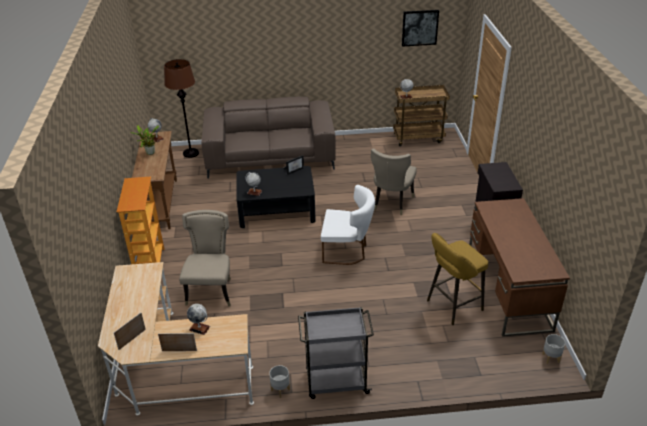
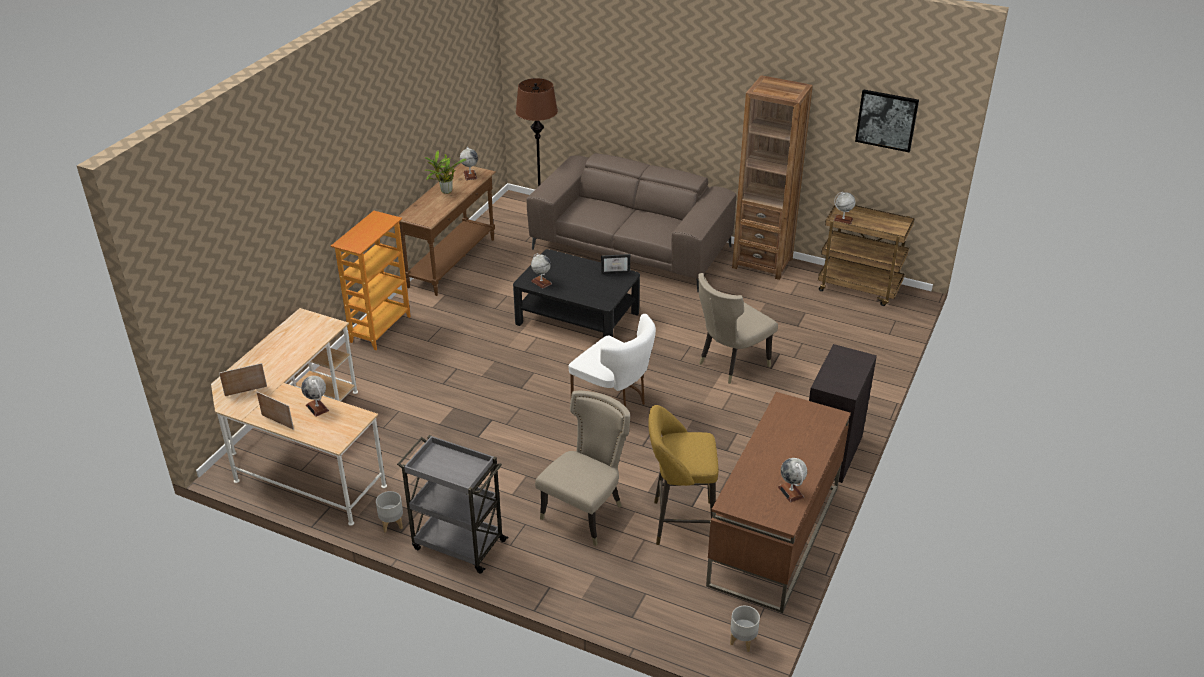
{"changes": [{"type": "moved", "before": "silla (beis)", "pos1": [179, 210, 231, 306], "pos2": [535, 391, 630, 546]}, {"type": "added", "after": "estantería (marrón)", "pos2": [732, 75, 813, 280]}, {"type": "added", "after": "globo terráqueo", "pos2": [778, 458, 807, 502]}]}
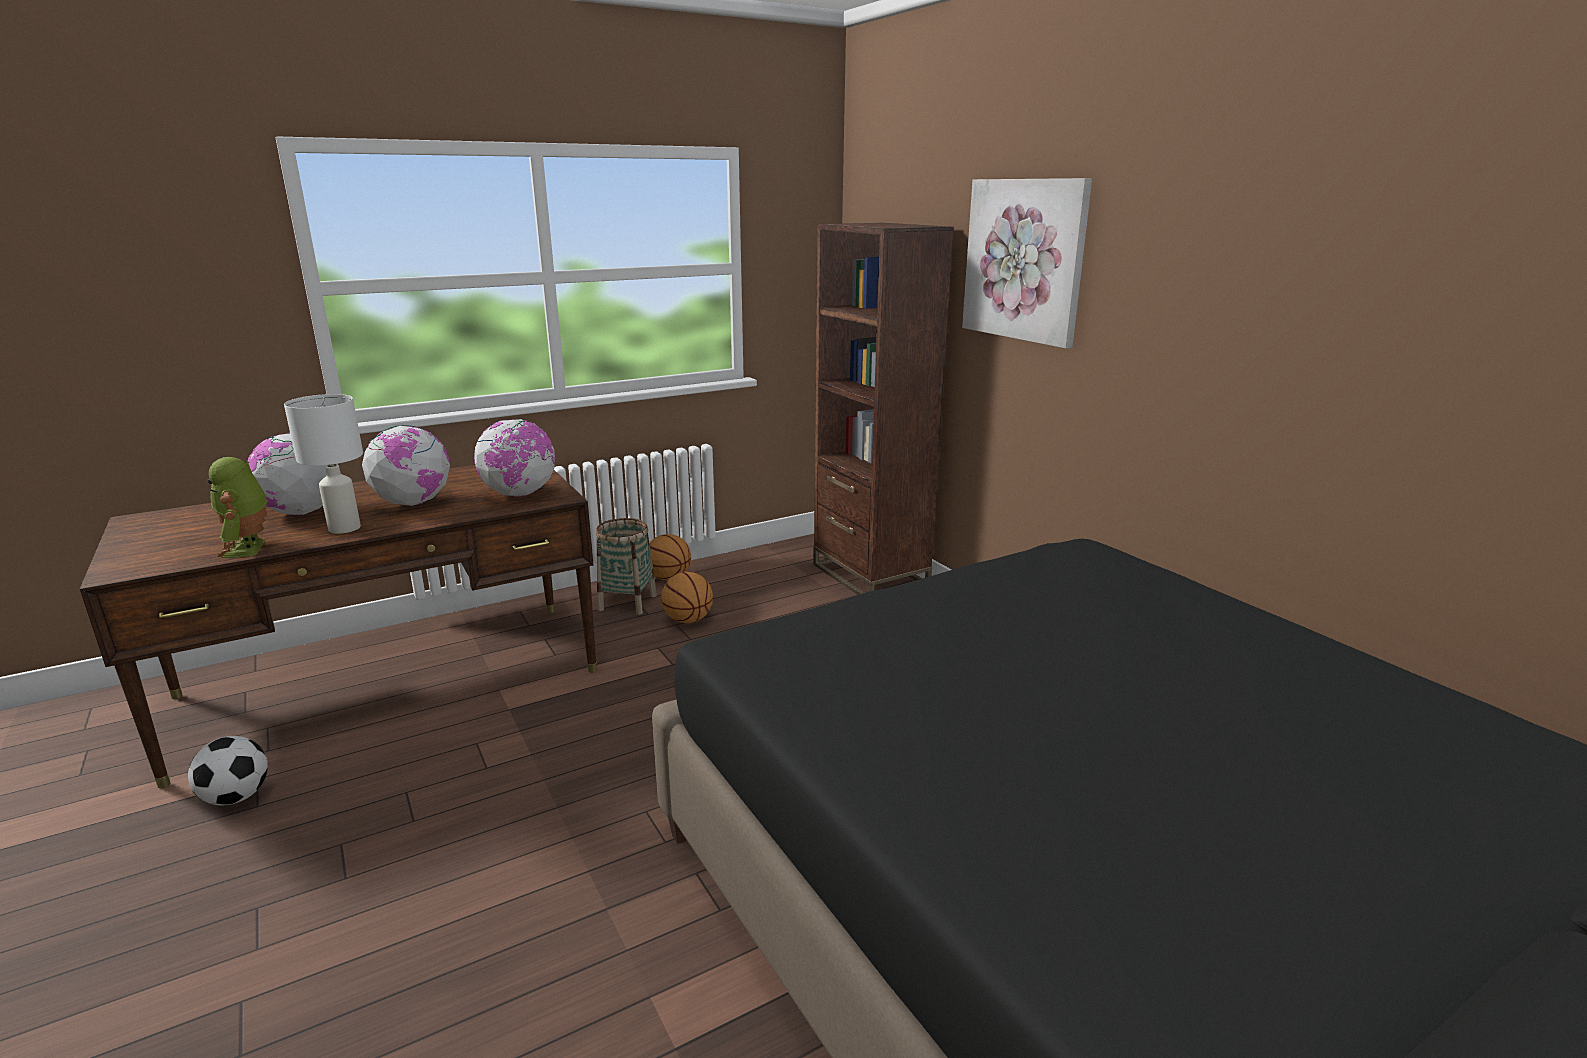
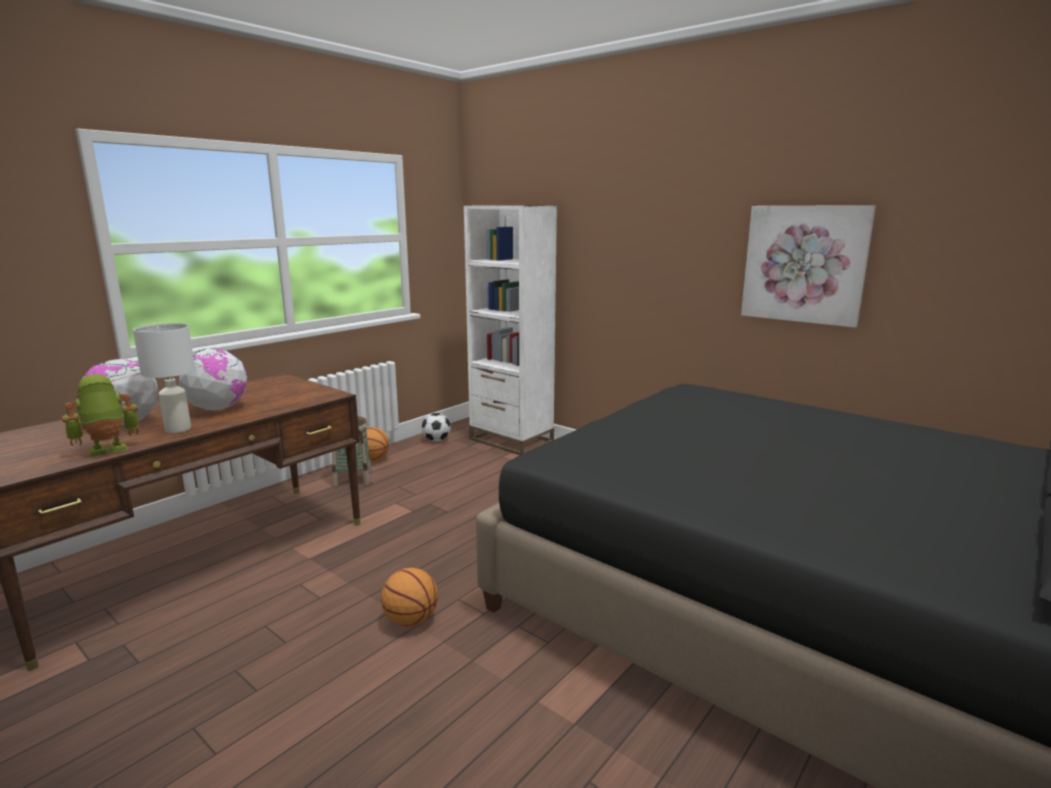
{"changes": [{"type": "turned", "before": "robot de juguete", "pos1": [207, 457, 268, 558], "pos2": [62, 374, 139, 457], "turn": 90}, {"type": "moved", "before": "balón de baloncesto", "pos1": [661, 572, 713, 623], "pos2": [381, 568, 438, 627]}, {"type": "moved", "before": "balón de fútbol", "pos1": [188, 736, 268, 805], "pos2": [422, 413, 451, 442]}, {"type": "recoloured", "before": "estantería (marrón)", "after": "estantería (blanco)", "pos1": [813, 223, 954, 595], "pos2": [464, 205, 557, 455]}, {"type": "moved", "before": "cuadro", "pos1": [962, 178, 1092, 348], "pos2": [741, 205, 876, 328]}, {"type": "removed", "before": "globo terráqueo", "pos1": [474, 419, 556, 497]}]}
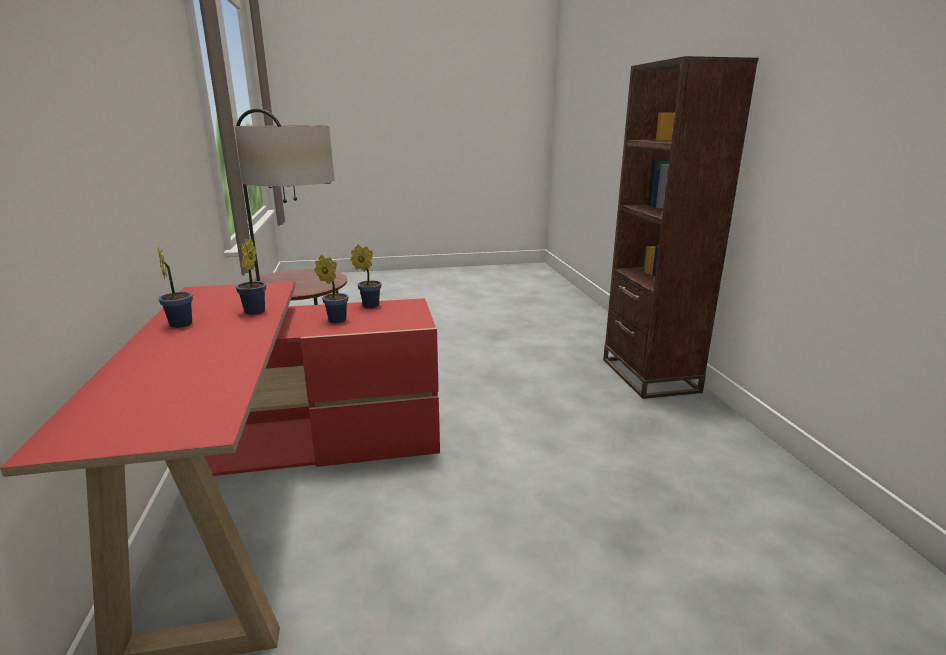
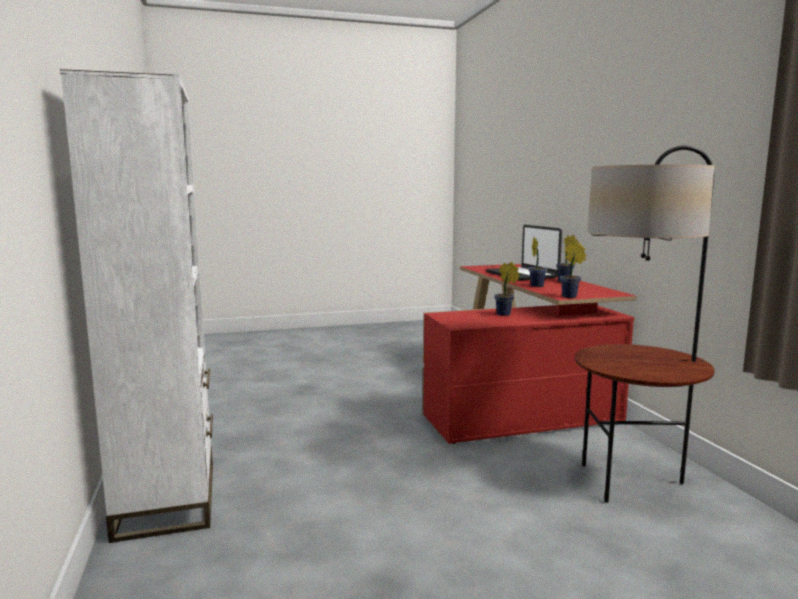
{"changes": [{"type": "recoloured", "before": "estantería (marrón)", "after": "estantería (blanco)", "pos1": [603, 56, 759, 399], "pos2": [60, 69, 213, 543]}, {"type": "added", "after": "portátil", "pos2": [486, 225, 562, 280]}, {"type": "moved", "before": "planta en maceta", "pos1": [350, 245, 381, 308], "pos2": [560, 242, 586, 298]}]}
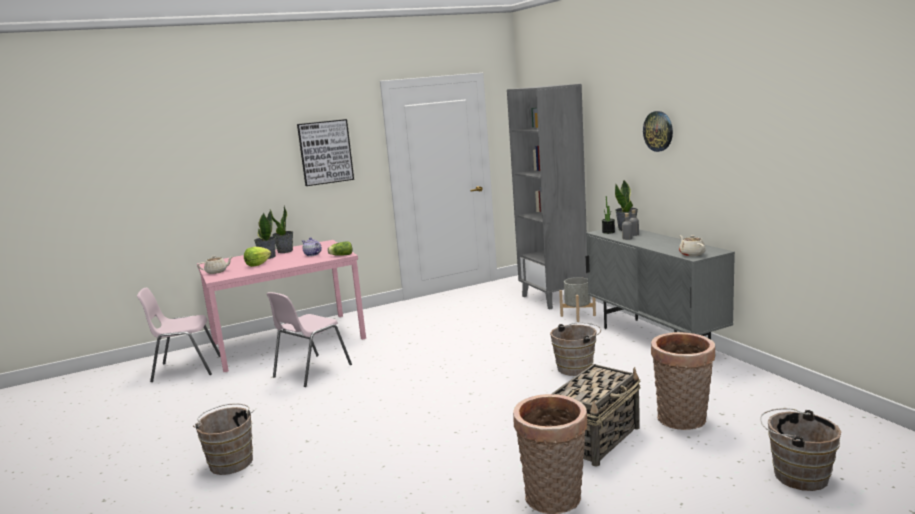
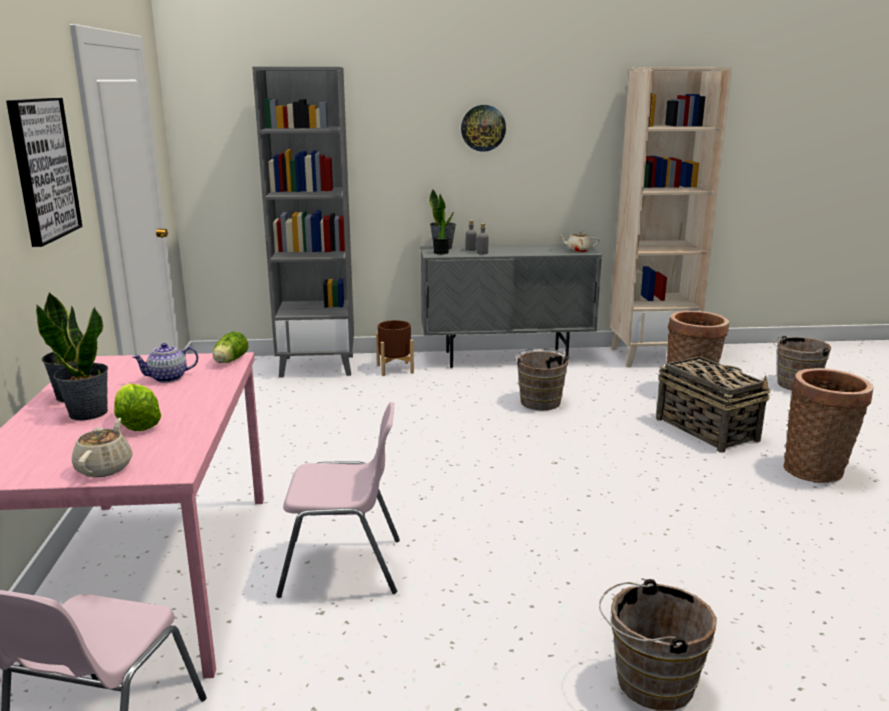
{"changes": [{"type": "turned", "before": "silla (rosa)", "pos1": [267, 292, 352, 387], "pos2": [276, 402, 400, 598], "turn": -60}, {"type": "recoloured", "before": "maceta (gris)", "after": "maceta (marrón)", "pos1": [559, 277, 596, 322], "pos2": [376, 320, 414, 376]}, {"type": "added", "after": "estantería (beis)", "pos2": [610, 67, 732, 367]}]}
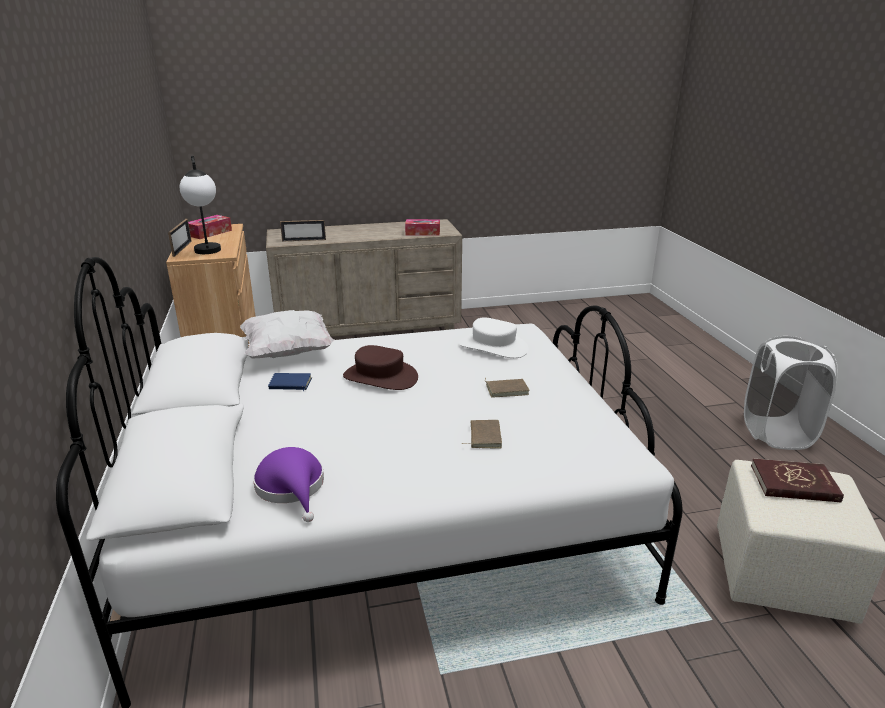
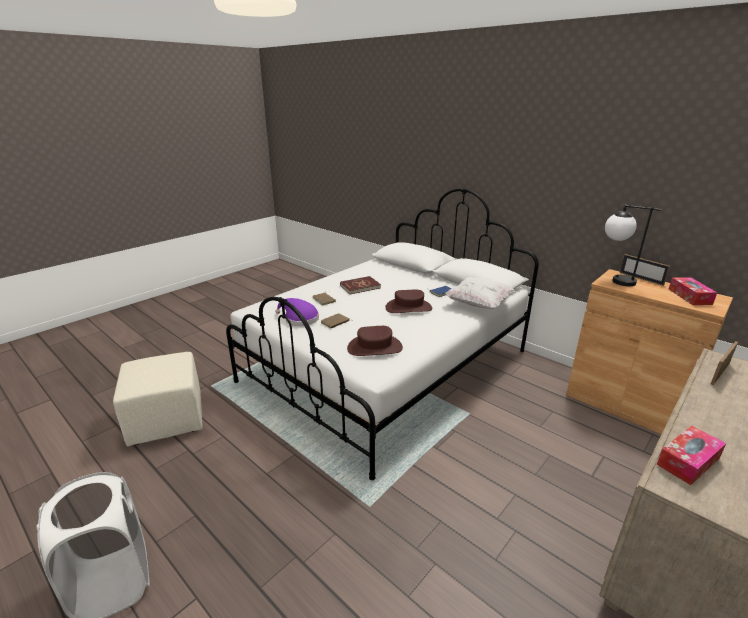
{"changes": [{"type": "moved", "before": "sombrero (morado)", "pos1": [253, 447, 324, 522], "pos2": [275, 298, 319, 326]}, {"type": "moved", "before": "libro (rojo)", "pos1": [751, 459, 844, 502], "pos2": [340, 276, 381, 294]}, {"type": "recoloured", "before": "sombrero (blanco)", "after": "sombrero (marrón)", "pos1": [459, 318, 528, 358], "pos2": [347, 326, 403, 356]}]}
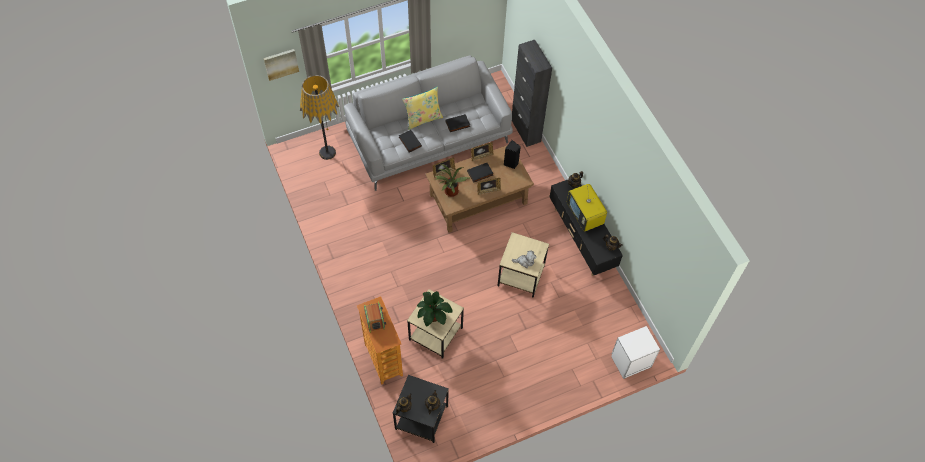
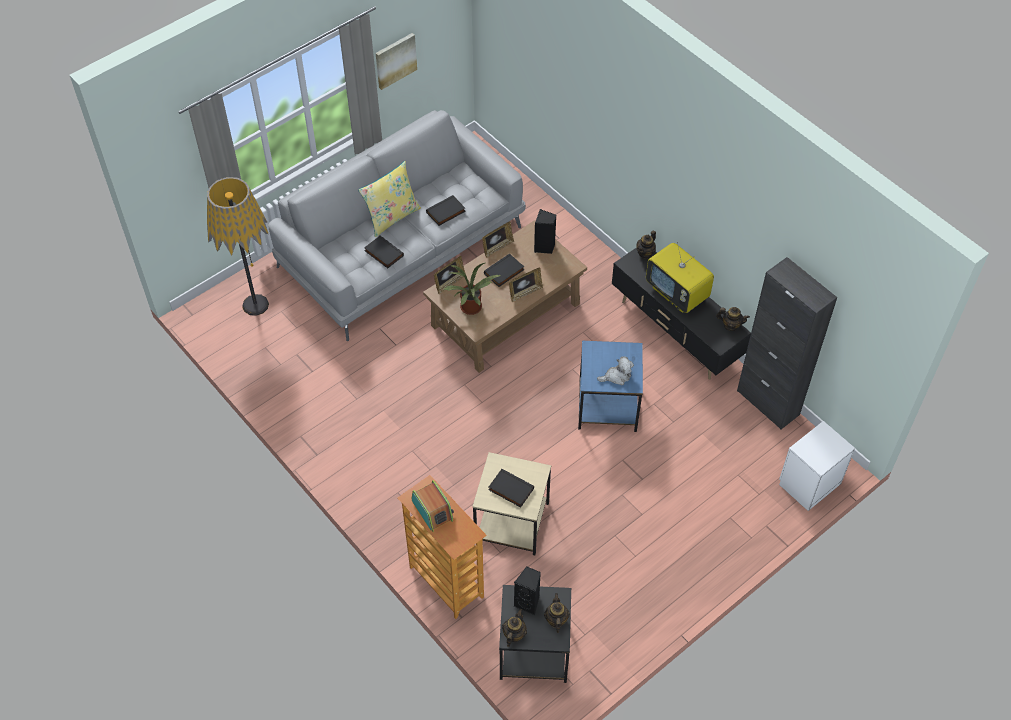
{"changes": [{"type": "moved", "before": "cuadro", "pos1": [264, 49, 299, 81], "pos2": [376, 33, 417, 90]}, {"type": "replaced", "before": "planta en maceta", "after": "libro (negro)", "pos1": [417, 291, 453, 326], "pos2": [488, 469, 534, 507]}, {"type": "added", "after": "altavoz (negro)", "pos2": [514, 566, 541, 615]}, {"type": "recoloured", "before": "mesa auxiliar (beis)", "after": "mesa auxiliar (azul)", "pos1": [498, 232, 549, 298], "pos2": [578, 341, 643, 432]}, {"type": "moved", "before": "armario (negro)", "pos1": [512, 40, 552, 147], "pos2": [737, 257, 837, 430]}]}
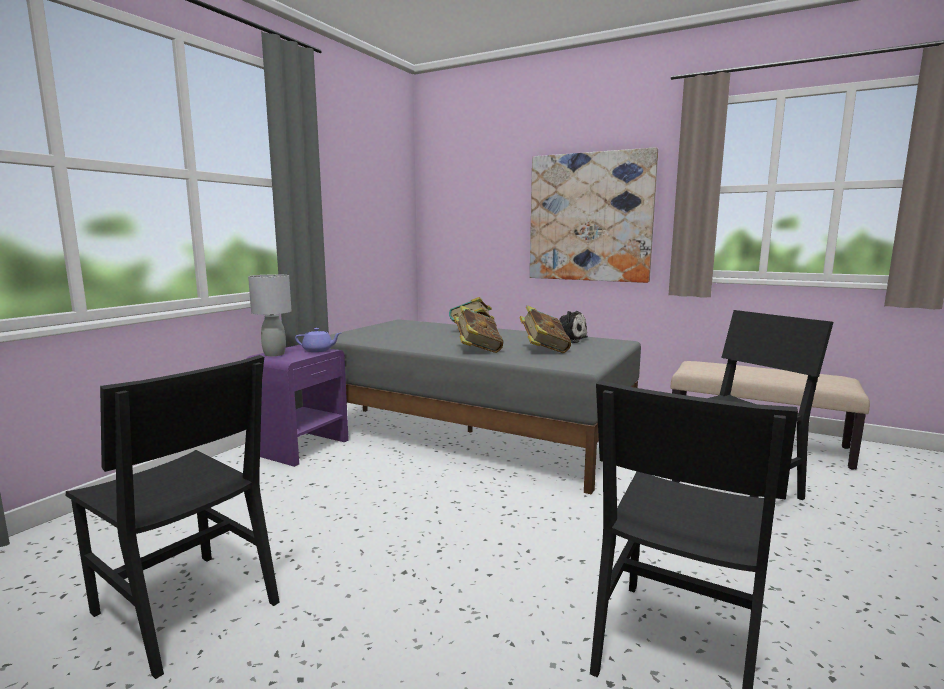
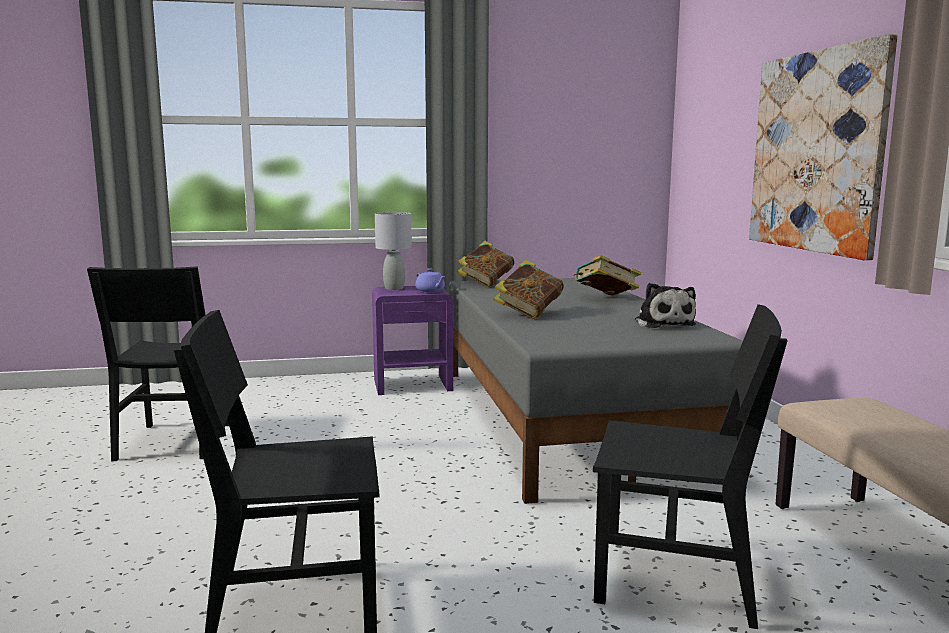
{"changes": [{"type": "moved", "before": "libro", "pos1": [519, 305, 571, 353], "pos2": [457, 241, 515, 287]}]}
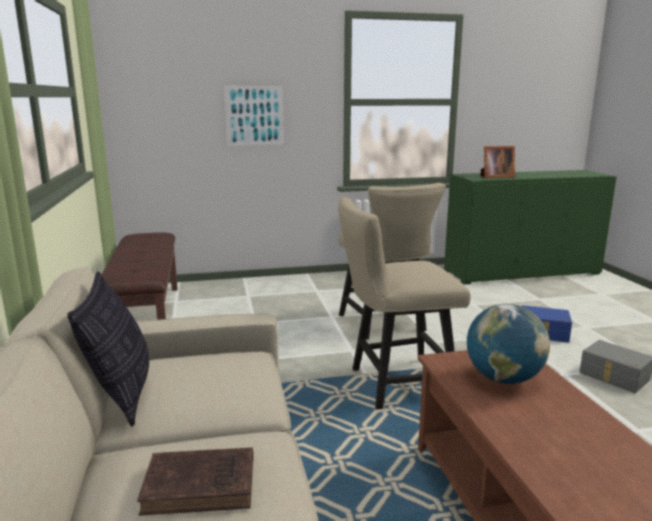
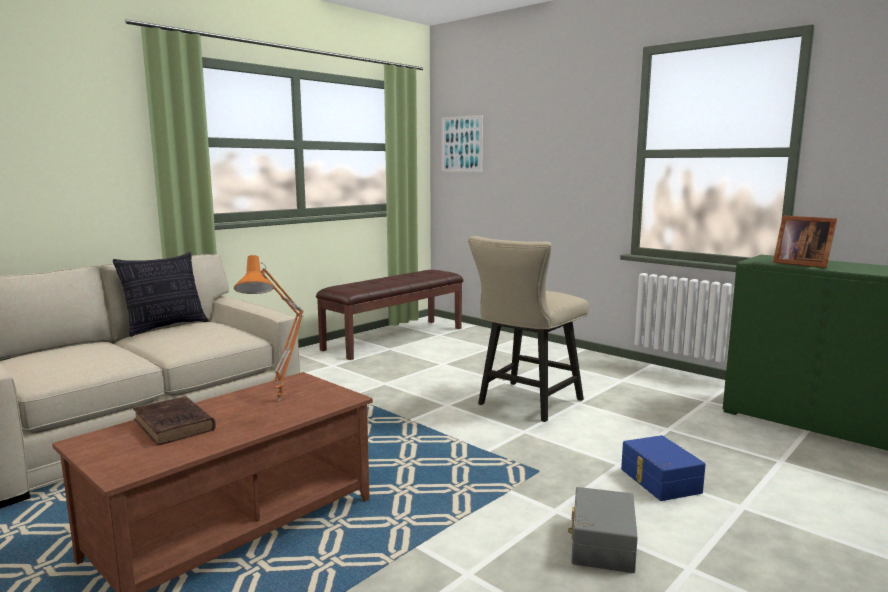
{"changes": [{"type": "moved", "before": "libro (marrón)", "pos1": [137, 447, 253, 516], "pos2": [133, 396, 216, 446]}, {"type": "replaced", "before": "globo terráqueo", "after": "lámpara de mesa (naranja)", "pos1": [467, 304, 550, 384], "pos2": [234, 255, 304, 401]}, {"type": "moved", "before": "cuadro", "pos1": [224, 86, 284, 146], "pos2": [442, 115, 483, 172]}, {"type": "removed", "before": "silla (beis)", "pos1": [338, 197, 471, 410]}]}
